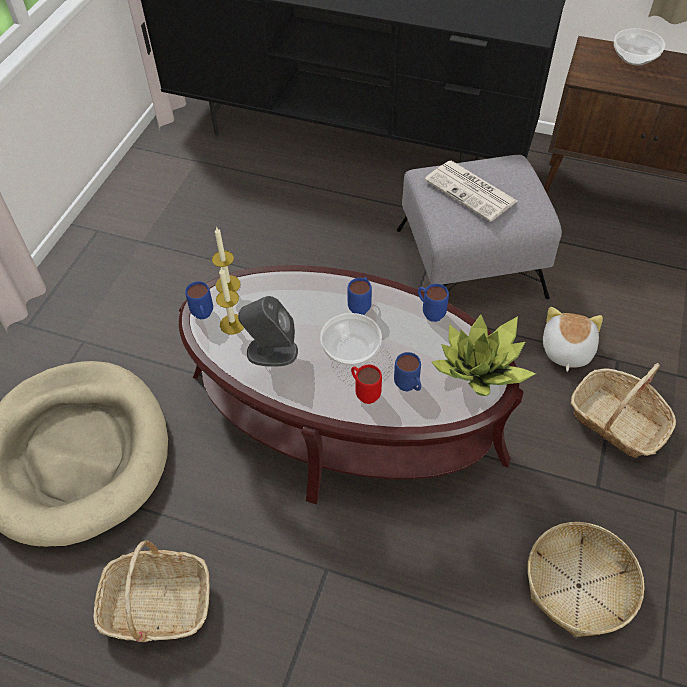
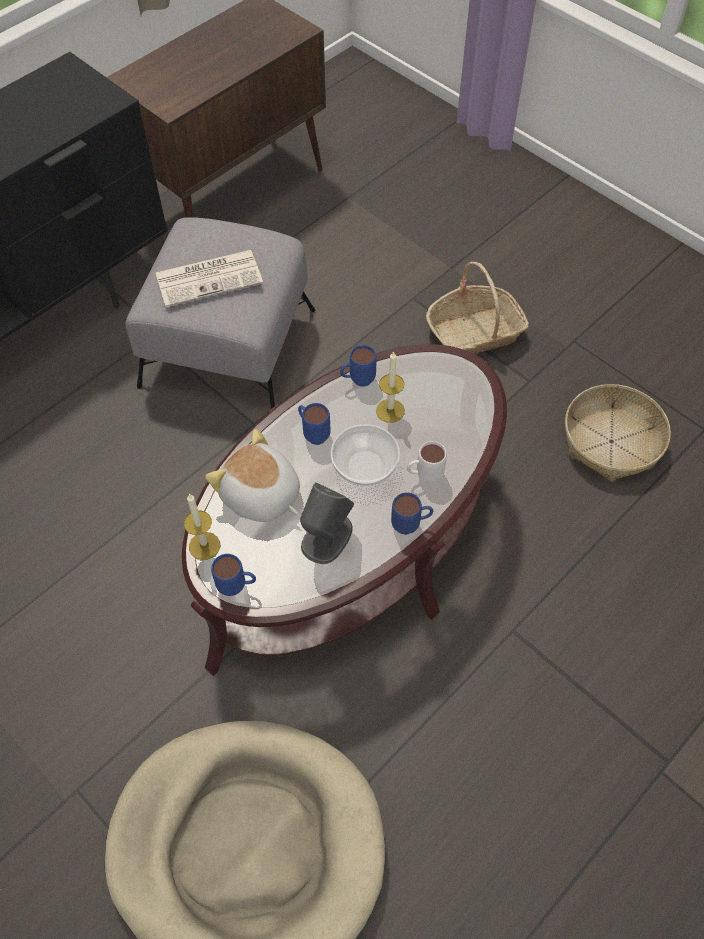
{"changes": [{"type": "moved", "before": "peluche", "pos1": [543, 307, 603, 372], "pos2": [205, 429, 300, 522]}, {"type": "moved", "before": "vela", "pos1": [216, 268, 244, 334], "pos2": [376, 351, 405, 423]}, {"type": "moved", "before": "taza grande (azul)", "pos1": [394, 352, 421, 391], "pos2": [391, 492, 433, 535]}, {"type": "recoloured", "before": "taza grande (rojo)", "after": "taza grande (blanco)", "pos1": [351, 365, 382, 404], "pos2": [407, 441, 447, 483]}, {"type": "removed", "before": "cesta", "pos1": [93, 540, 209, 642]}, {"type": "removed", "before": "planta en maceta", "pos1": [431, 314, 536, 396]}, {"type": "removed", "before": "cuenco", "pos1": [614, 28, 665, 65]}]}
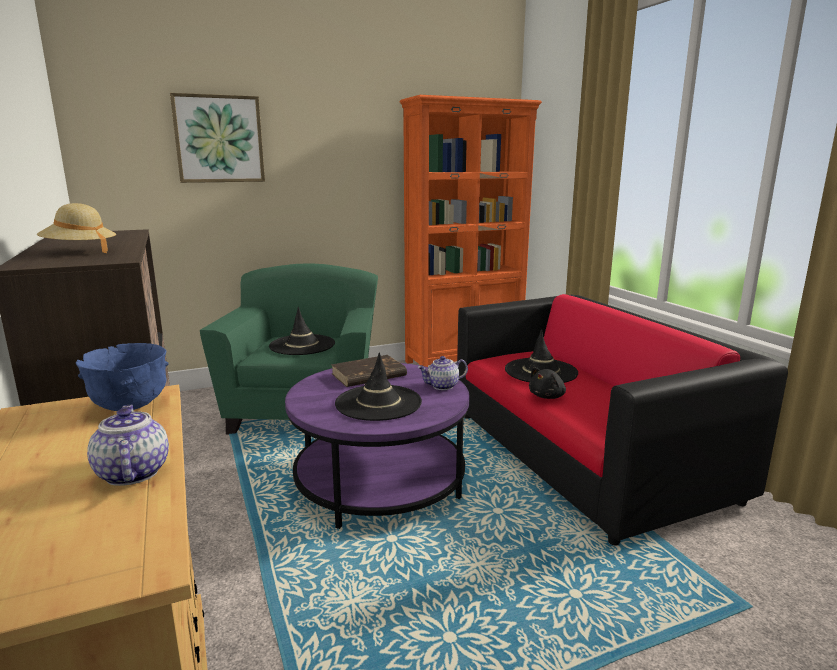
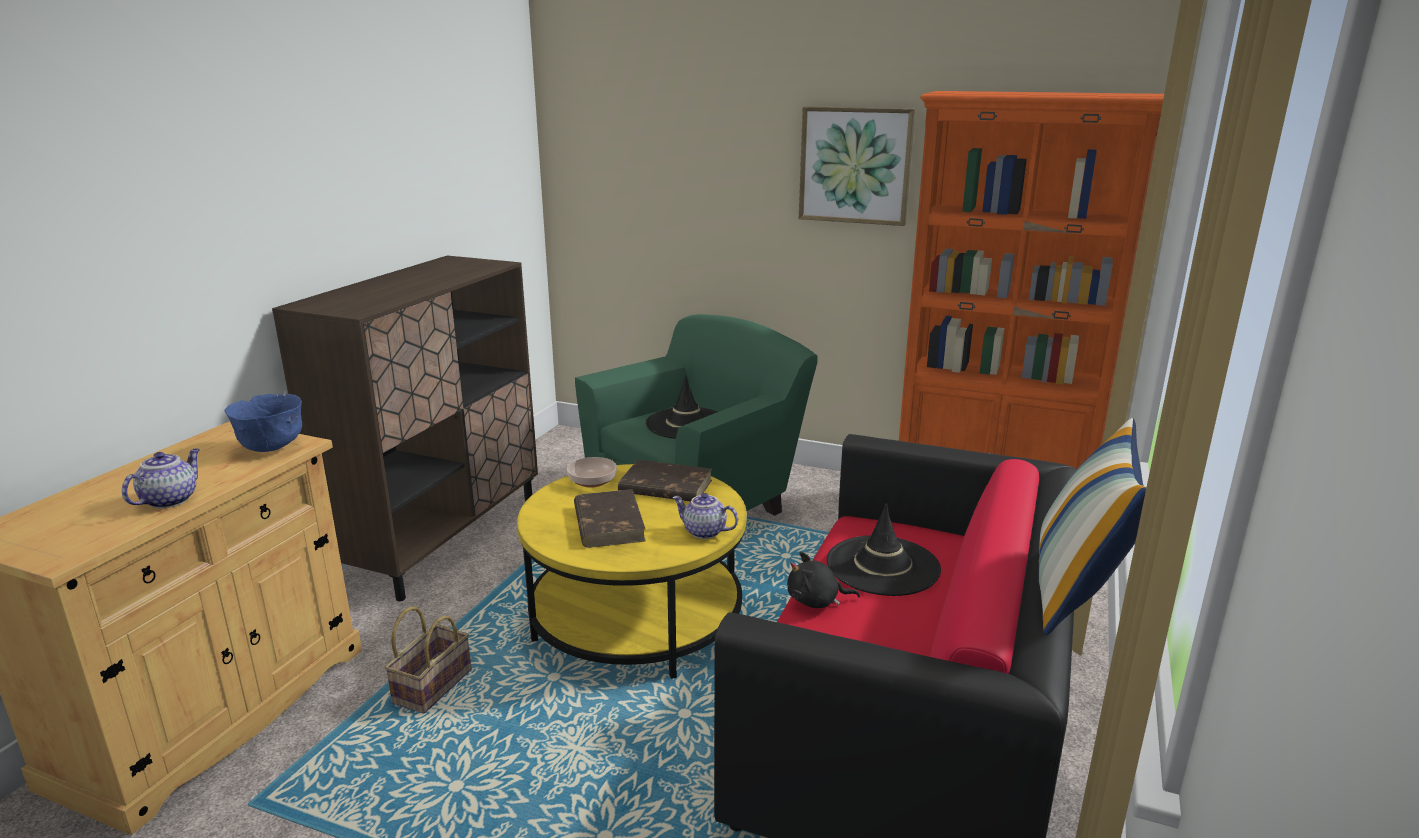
{"changes": [{"type": "added", "after": "cesta", "pos2": [385, 607, 472, 714]}, {"type": "recoloured", "before": "mesa de centro (morado)", "after": "mesa de centro (amarillo)", "pos1": [285, 363, 470, 529], "pos2": [517, 464, 747, 679]}, {"type": "added", "after": "cuenco", "pos2": [567, 457, 617, 488]}, {"type": "replaced", "before": "sombrero (negro)", "after": "libro (marrón)", "pos1": [335, 352, 422, 421], "pos2": [574, 489, 646, 548]}, {"type": "moved", "before": "cuadro", "pos1": [170, 93, 265, 183], "pos2": [799, 106, 915, 226]}, {"type": "added", "after": "cojín", "pos2": [1039, 418, 1146, 635]}, {"type": "removed", "before": "sombrero (beis)", "pos1": [37, 203, 116, 253]}]}
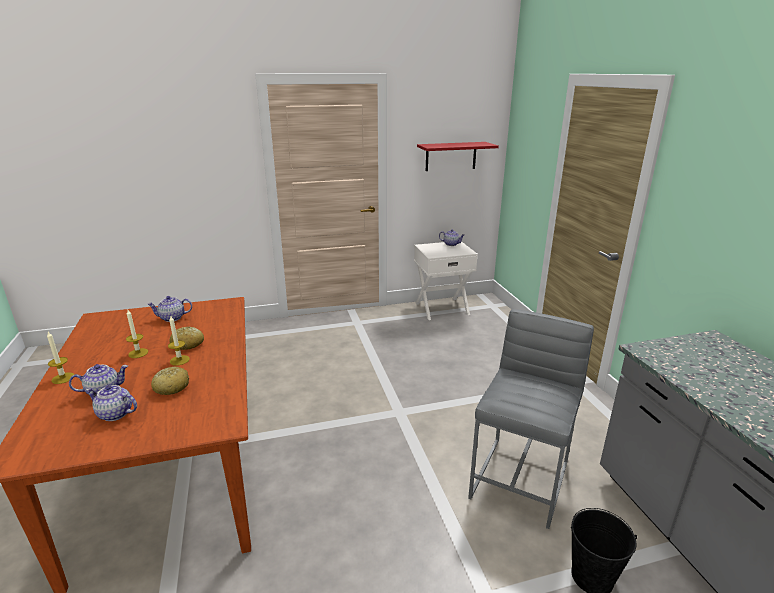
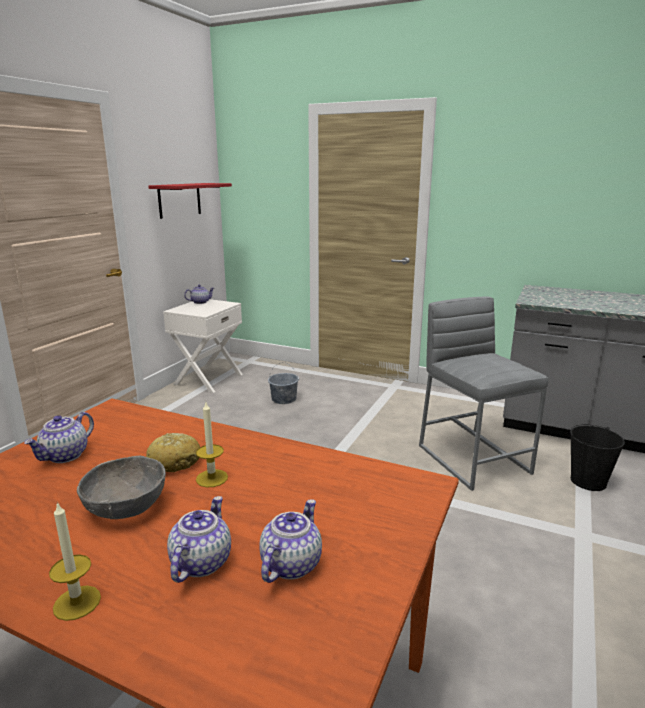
{"changes": [{"type": "replaced", "before": "vela", "after": "cuenco (gris)", "pos1": [126, 310, 148, 358], "pos2": [77, 456, 166, 519]}, {"type": "turned", "before": "tetera", "pos1": [86, 385, 137, 421], "pos2": [259, 499, 322, 583], "turn": 150}, {"type": "added", "after": "cubo (gris)", "pos2": [268, 362, 299, 404]}, {"type": "removed", "before": "pan", "pos1": [151, 367, 189, 395]}]}
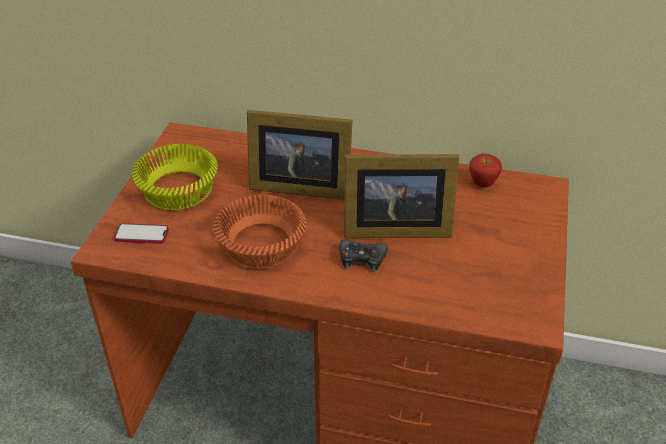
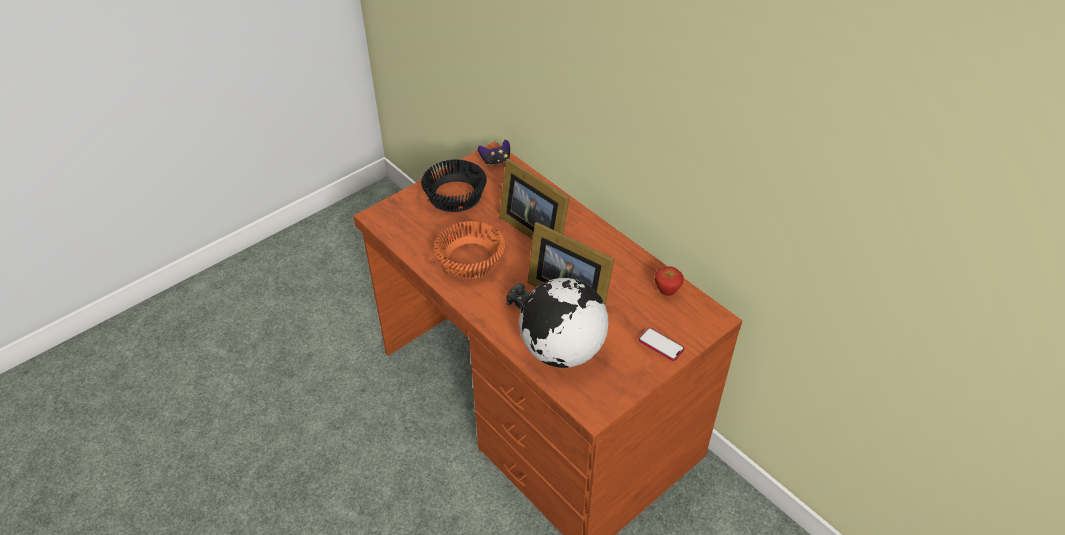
{"changes": [{"type": "recoloured", "before": "cuenco (amarillo)", "after": "cuenco (negro)", "pos1": [132, 144, 218, 210], "pos2": [421, 159, 487, 212]}, {"type": "added", "after": "mando de consola", "pos2": [478, 140, 510, 166]}, {"type": "added", "after": "globo terráqueo", "pos2": [519, 278, 609, 368]}, {"type": "moved", "before": "móvil", "pos1": [114, 223, 169, 244], "pos2": [639, 328, 684, 361]}]}
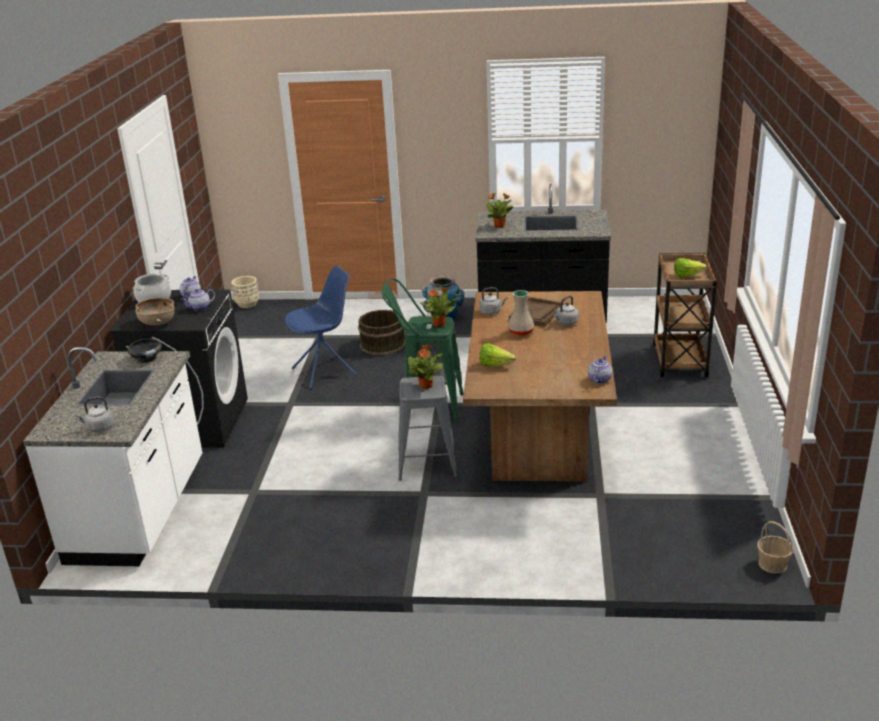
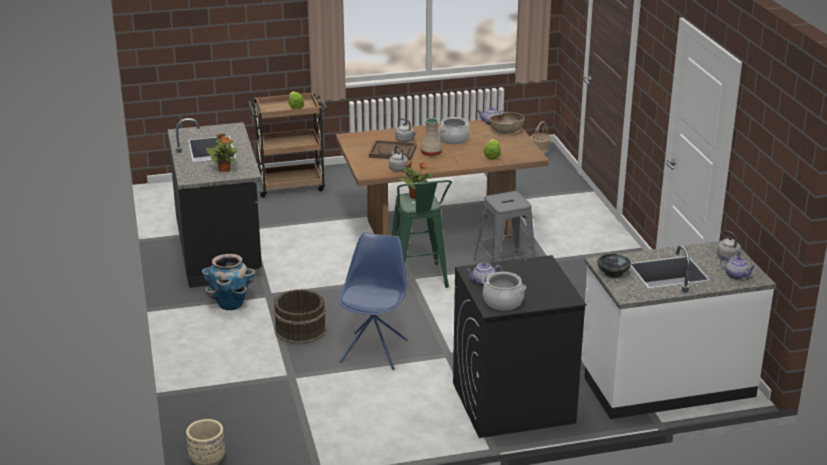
{"changes": [{"type": "turned", "before": "silla (azul)", "pos1": [285, 266, 357, 389], "pos2": [338, 232, 408, 370], "turn": 60}, {"type": "added", "after": "olla", "pos2": [439, 117, 470, 144]}, {"type": "moved", "before": "cuenco (marrón)", "pos1": [135, 298, 174, 325], "pos2": [489, 112, 525, 134]}, {"type": "moved", "before": "tetera", "pos1": [181, 289, 215, 311], "pos2": [720, 255, 756, 279]}, {"type": "removed", "before": "planta en maceta", "pos1": [408, 344, 443, 389]}]}
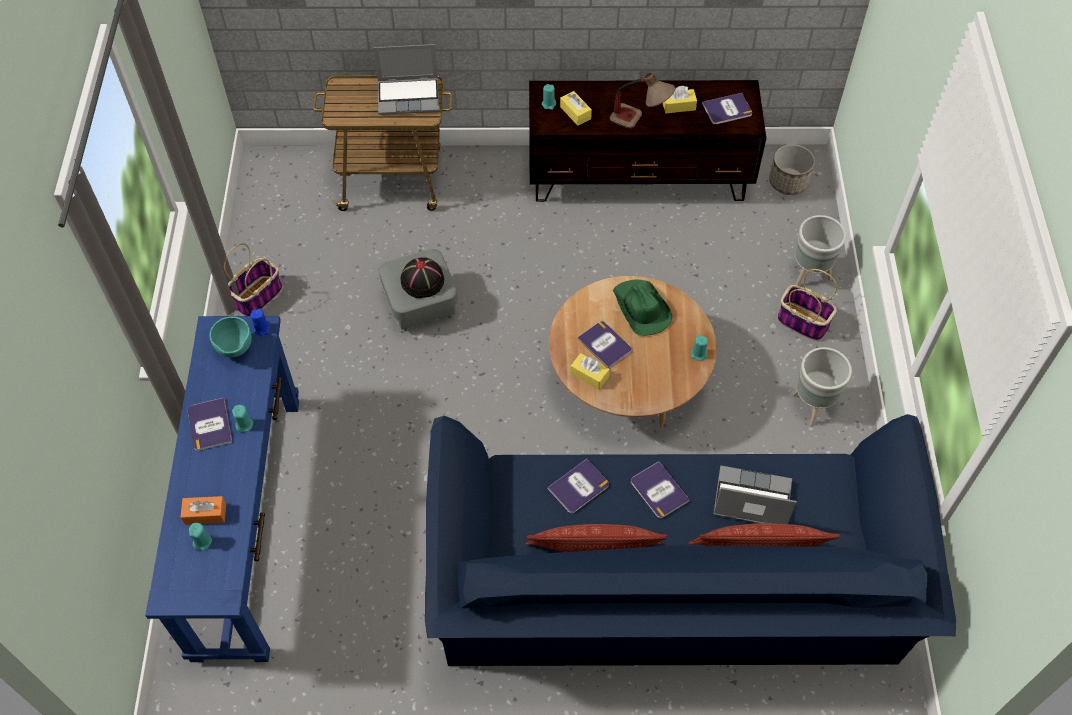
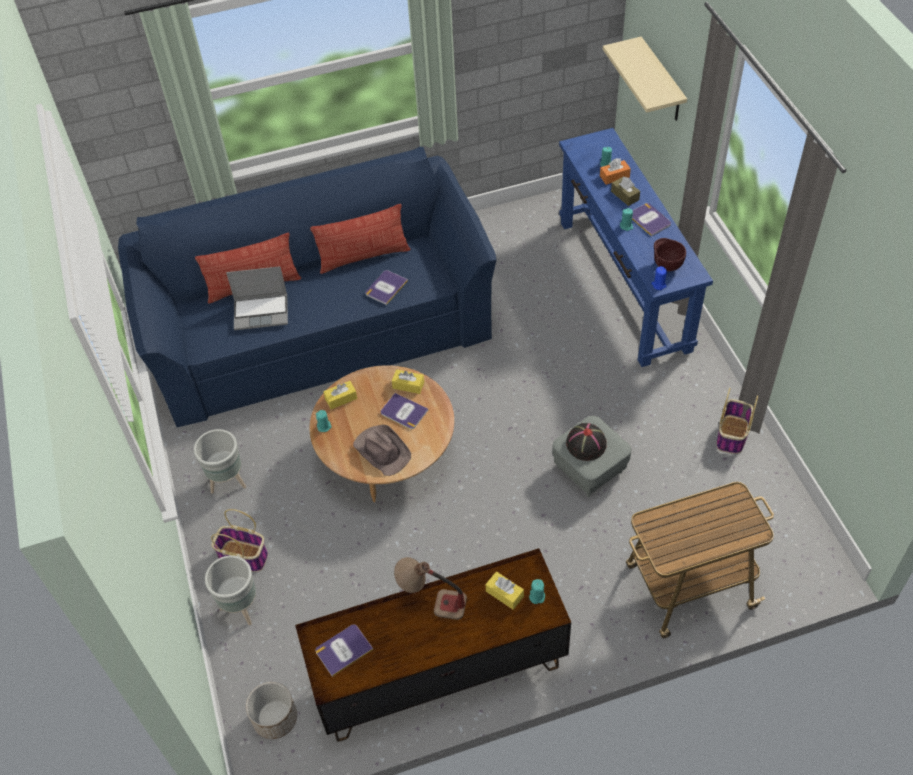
{"changes": [{"type": "moved", "before": "caja de pañuelos (amarillo)", "pos1": [663, 86, 697, 113], "pos2": [323, 381, 357, 409]}, {"type": "recoloured", "before": "sombrero (verde)", "after": "sombrero (marrón)", "pos1": [613, 279, 672, 336], "pos2": [353, 425, 411, 476]}, {"type": "added", "after": "estante (beis)", "pos2": [603, 37, 687, 121]}, {"type": "added", "after": "caja de pañuelos (marrón)", "pos2": [611, 177, 640, 206]}, {"type": "recoloured", "before": "cuenco (turquesa)", "after": "cuenco (marrón)", "pos1": [209, 316, 252, 357], "pos2": [654, 238, 686, 271]}, {"type": "removed", "before": "portátil", "pos1": [373, 44, 439, 115]}, {"type": "removed", "before": "libro", "pos1": [631, 461, 690, 518]}]}
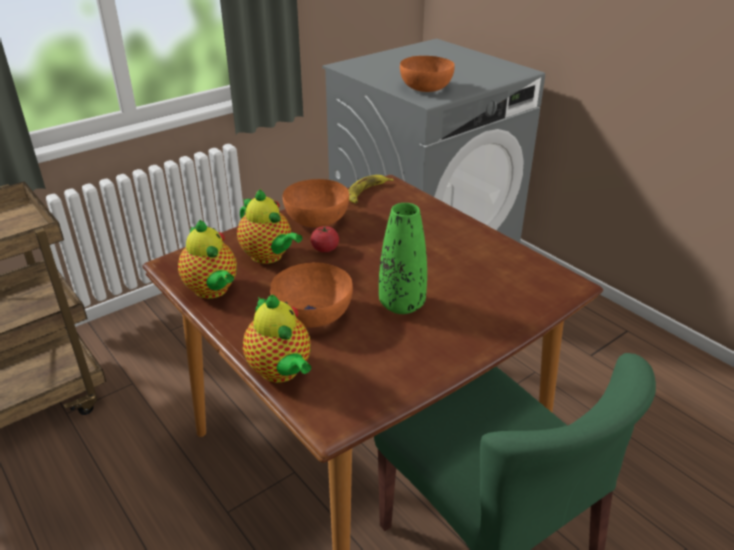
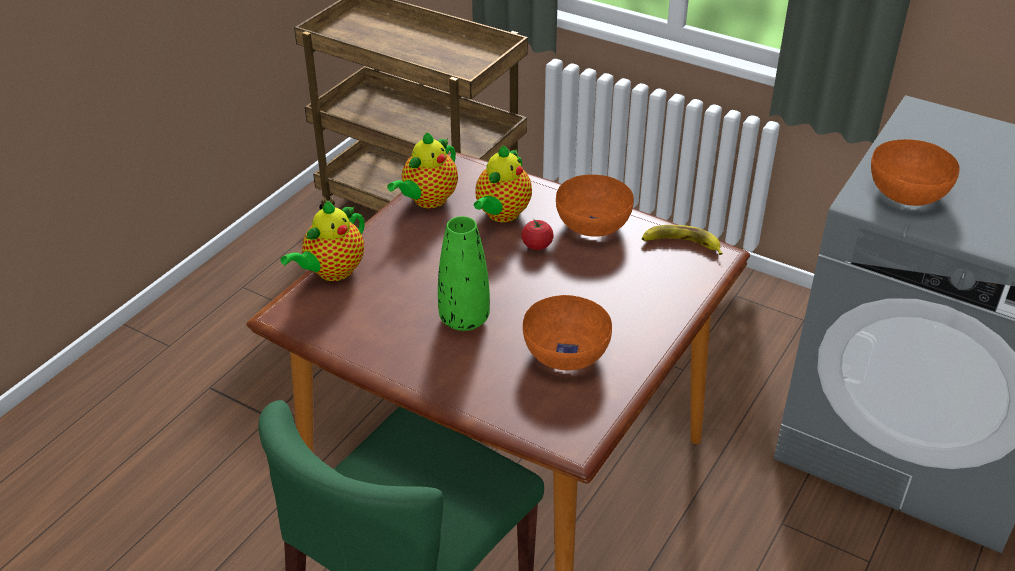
{"changes": [{"type": "moved", "before": "cuenco (naranja)", "pos1": [270, 263, 353, 328], "pos2": [523, 295, 612, 370]}]}
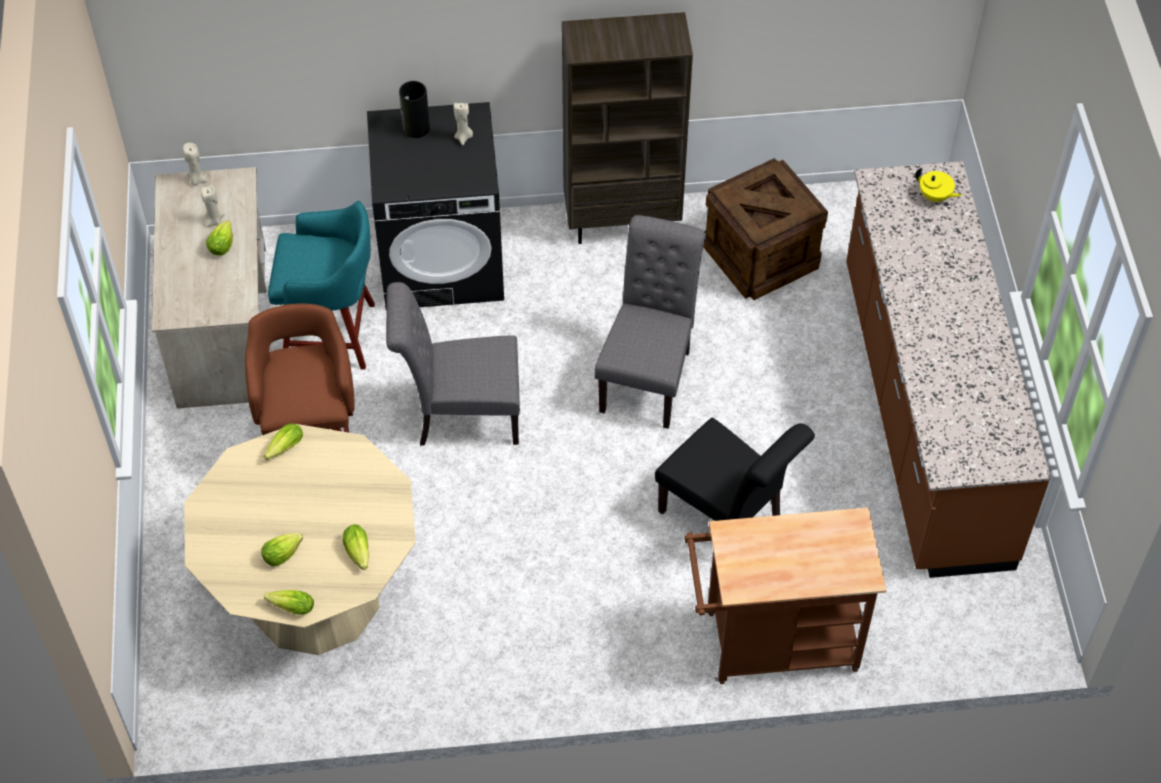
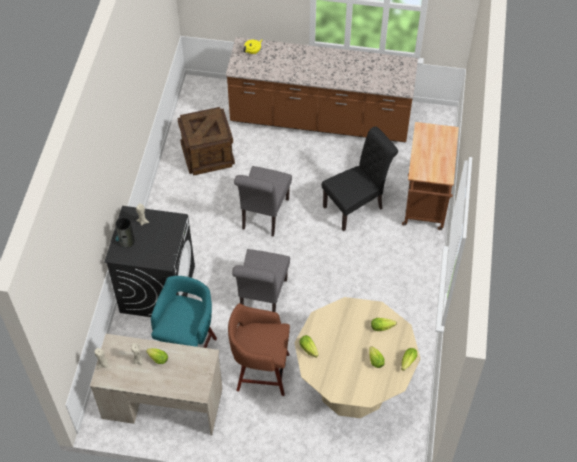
{"changes": [{"type": "turned", "before": "silla (gris)", "pos1": [594, 215, 706, 429], "pos2": [234, 166, 292, 237], "turn": -105}, {"type": "removed", "before": "estantería (marrón)", "pos1": [562, 12, 693, 244]}]}
